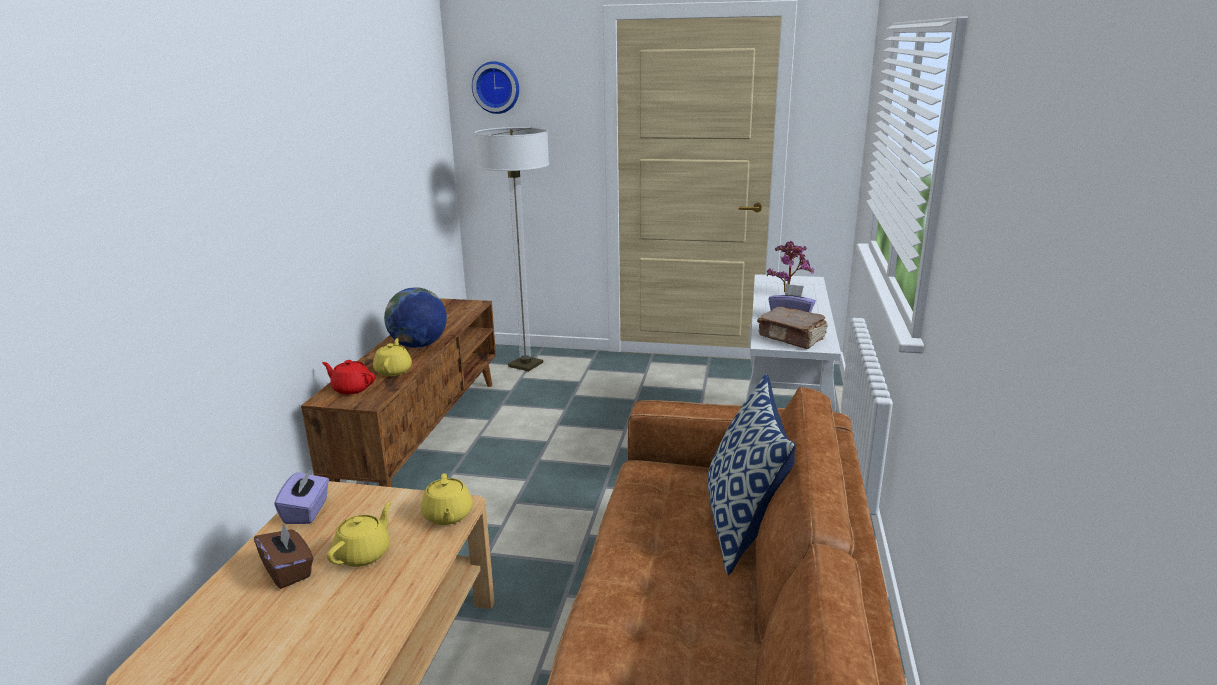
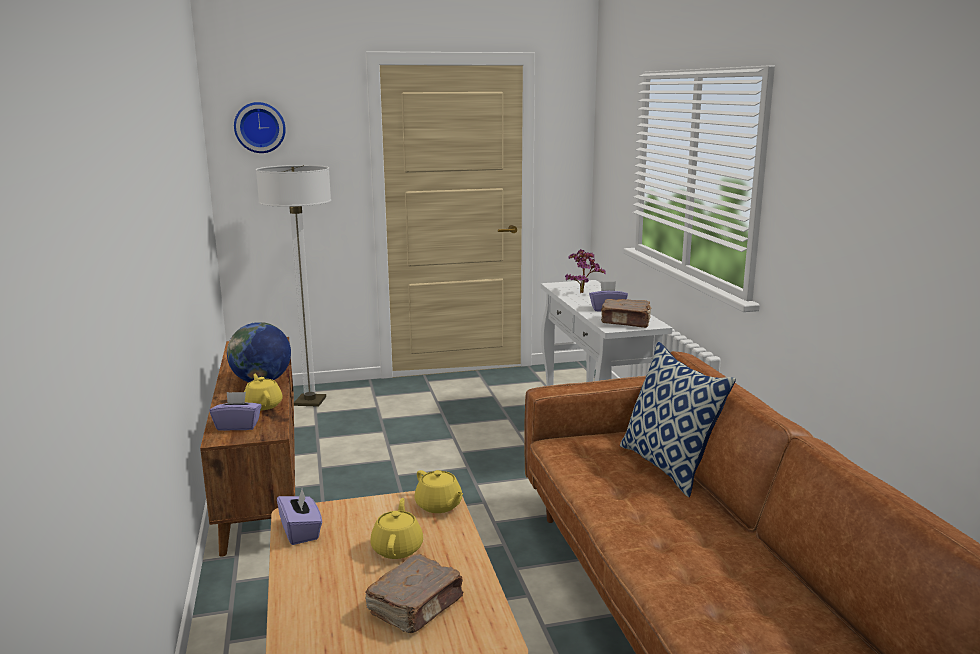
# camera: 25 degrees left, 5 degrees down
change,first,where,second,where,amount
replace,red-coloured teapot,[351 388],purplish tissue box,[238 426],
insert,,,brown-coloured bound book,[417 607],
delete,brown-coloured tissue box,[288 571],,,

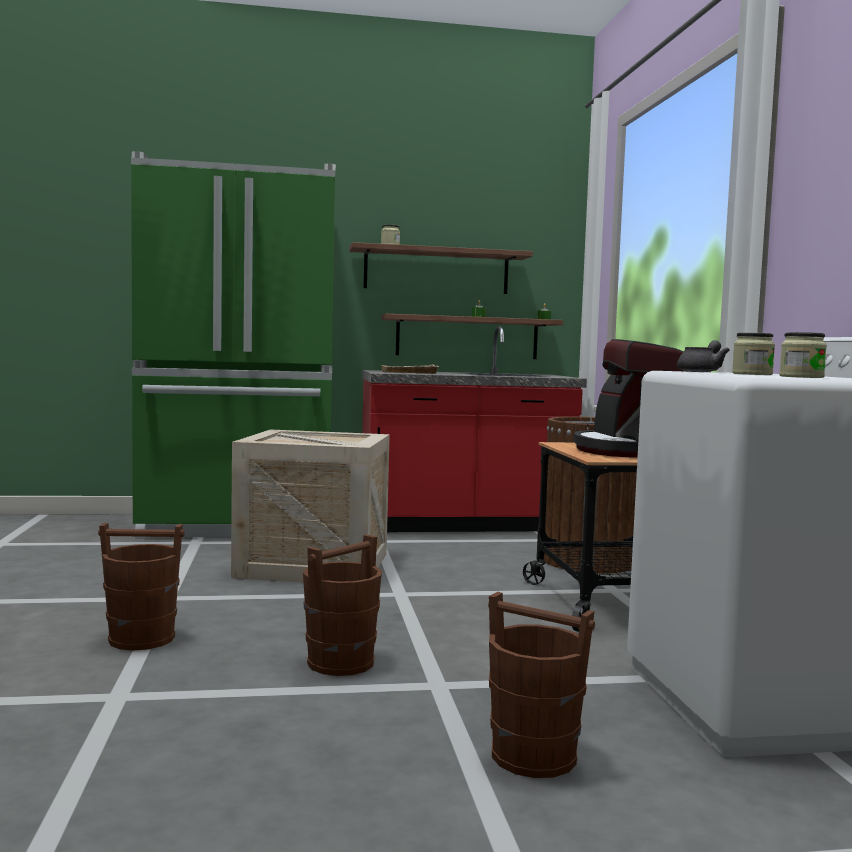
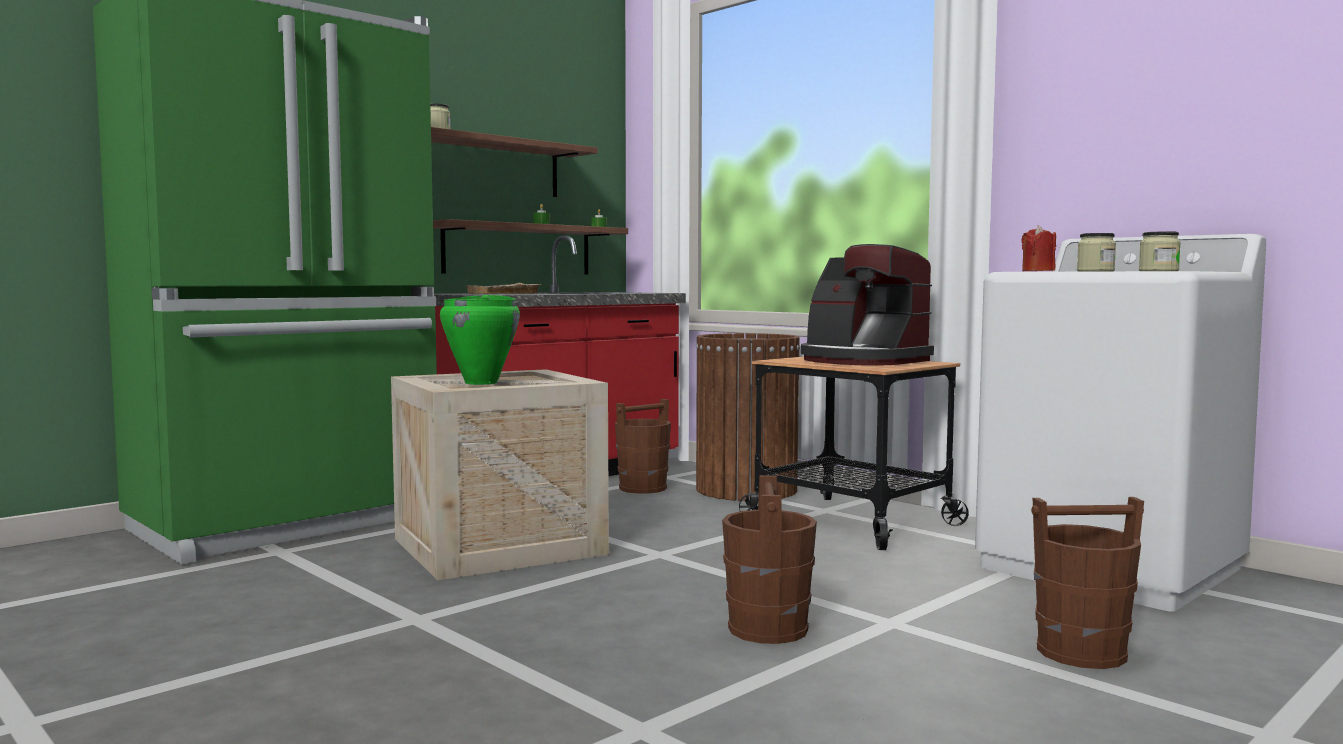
# camera: 35 degrees left, 0 degrees up
change,first,where,second,where,amount
insert,,,greenish cooking pot,[482 383],
move,brown-coloured bucket,[141 638],,[642 488],
replace,greyish teapot,[702 371],red-coloured wax candle,[1038 271],

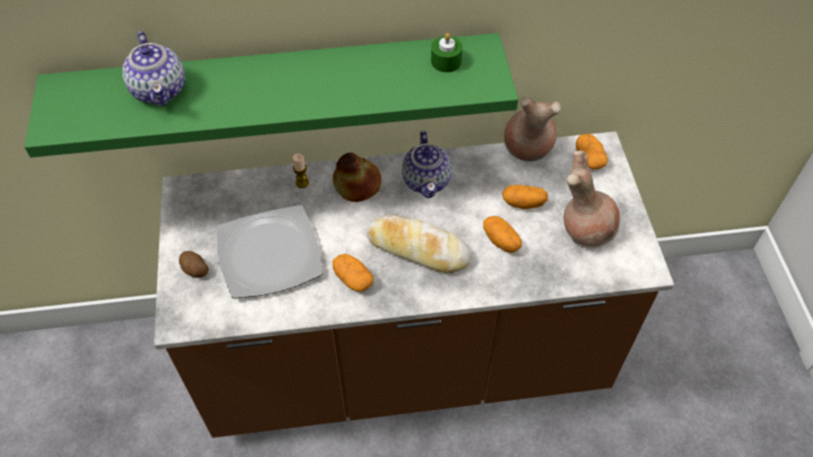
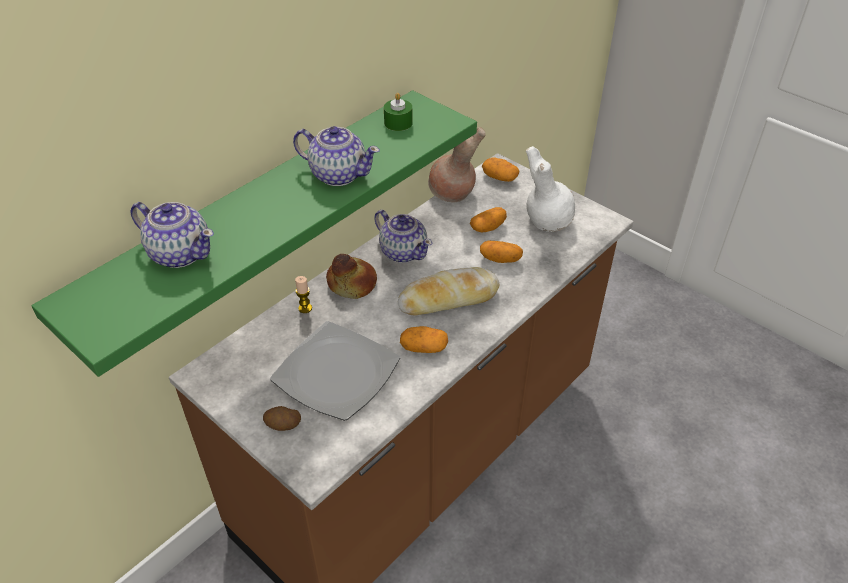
# camera: 40 degrees left, 10 degrees down
change,first,where,second,where,amount
insert,,,teapot,[338 174],
recolor,brown-coloured flower vase,[585 230],white flower vase,[546 221],

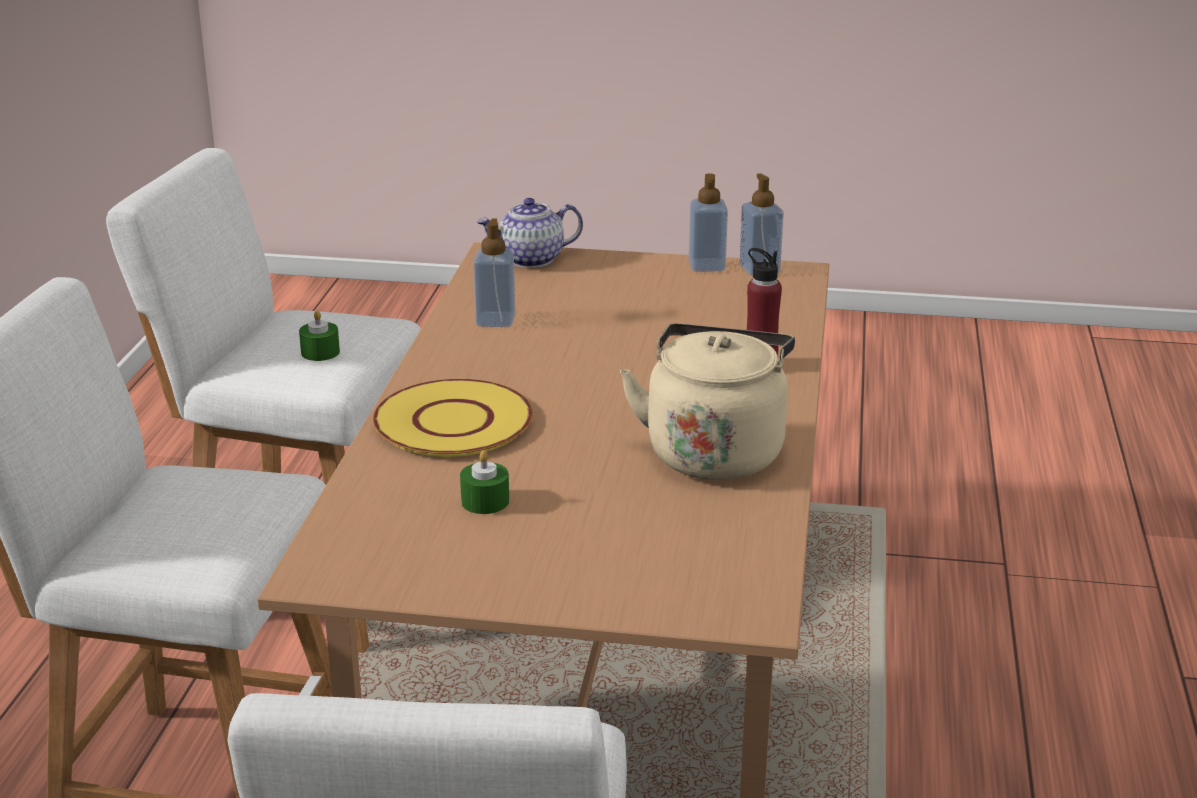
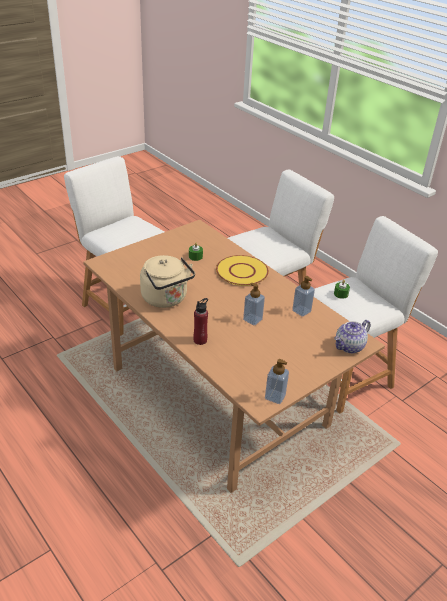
# camera: 130 degrees right, 10 degrees up
change,first,where,second,where,amount
move,liquid soap bottle,[706 266],,[252 319],
rotate,teapot,[530 260],,[349 347],150 degrees counterclockwise

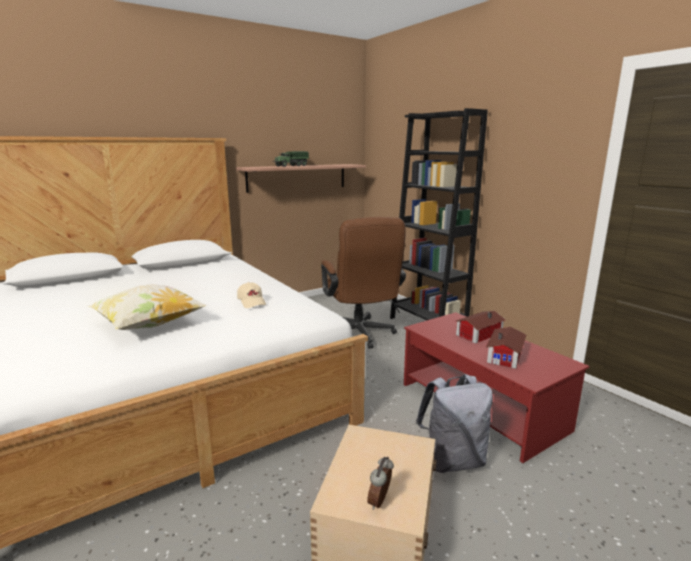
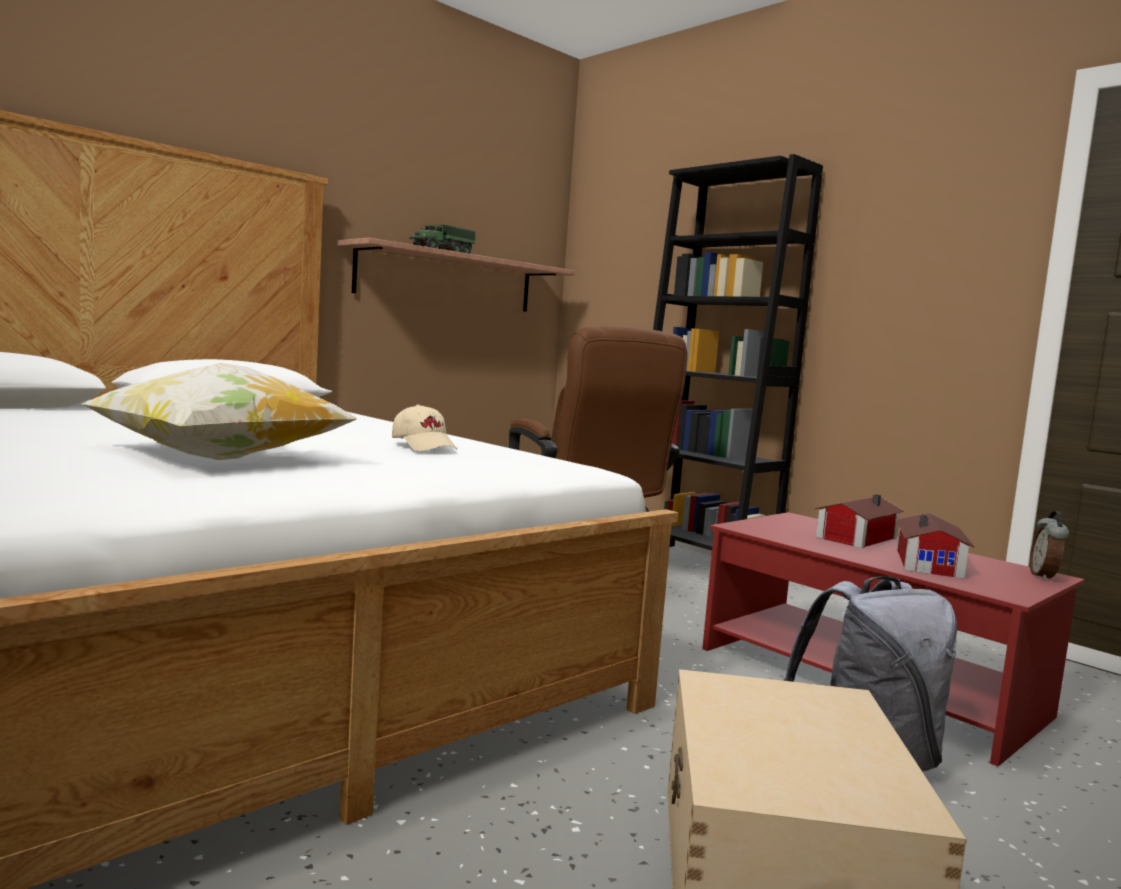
# camera: 10 degrees left, 10 degrees down
change,first,where,second,where,amount
move,table clock,[380 502],,[1044 577],

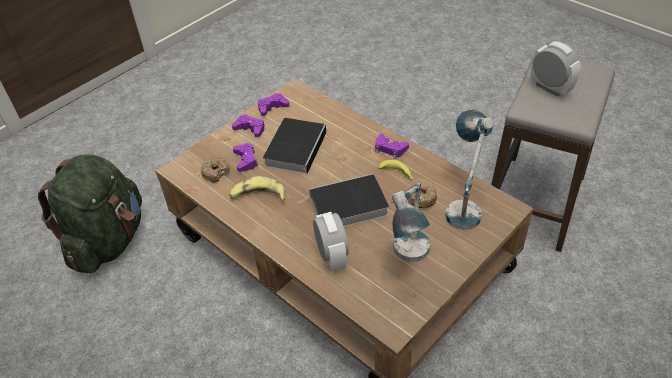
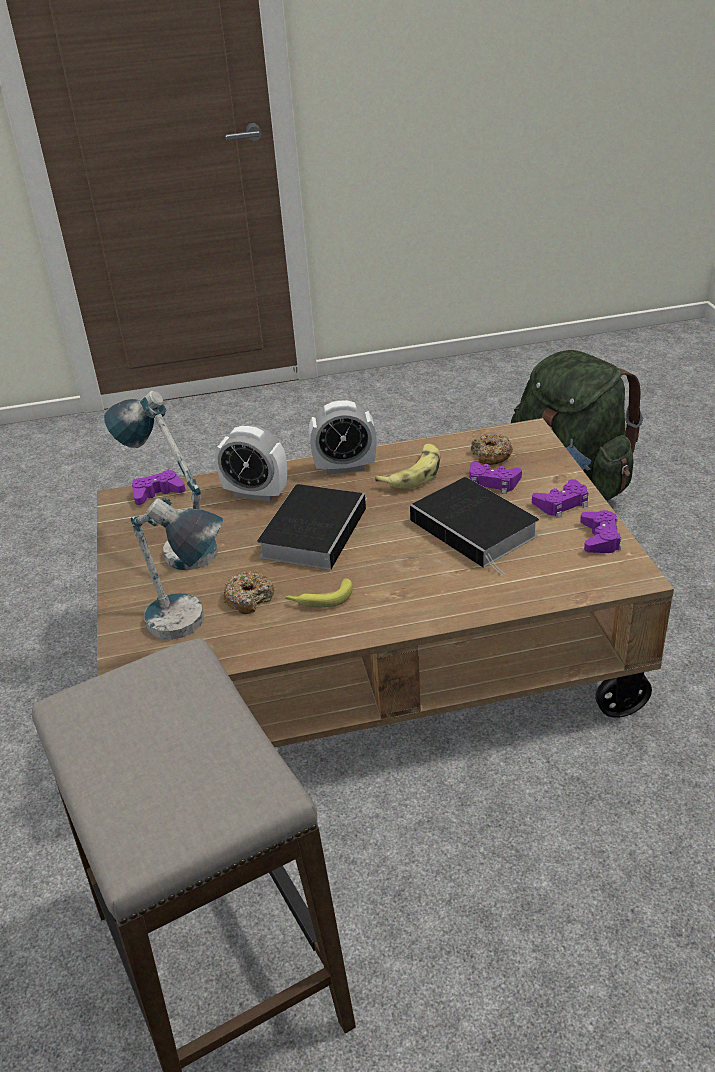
# camera: 125 degrees right, 10 degrees down
change,first,where,second,where,amount
move,purplish joypad,[390 149],,[157 493],
move,table clock,[550 88],,[344 467],

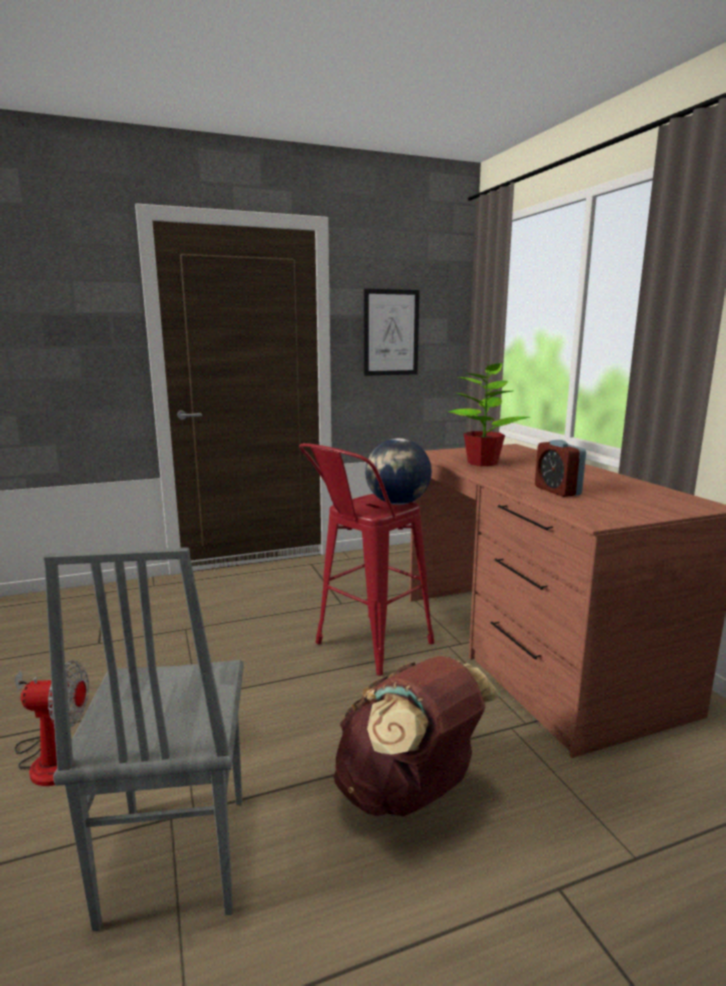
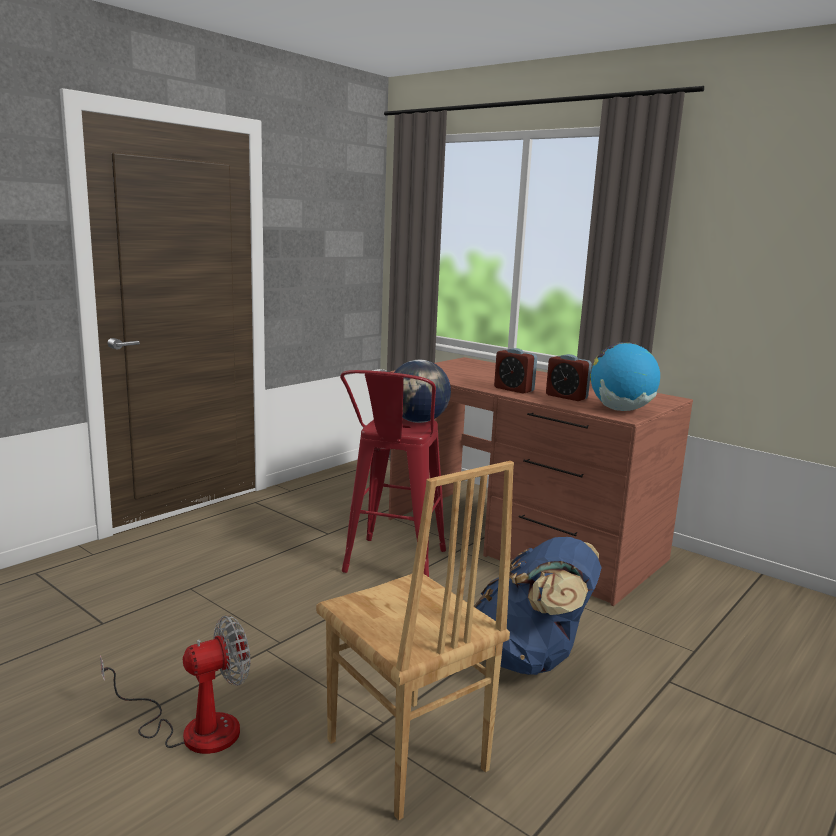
# camera: 30 degrees left, 0 degrees up
change,first,where,second,where,amount
recolor,greyish upright chair,[172 859],brown-coloured upright chair,[405 757],
recolor,brown-coloured rucksack,[408 793],blue-coloured rucksack,[531 659],
insert,,,table clock,[514 389],
insert,,,desk globe,[621 410],
delete,wall picture,[391 333],,,
delete,plant in a pot,[482 463],,,

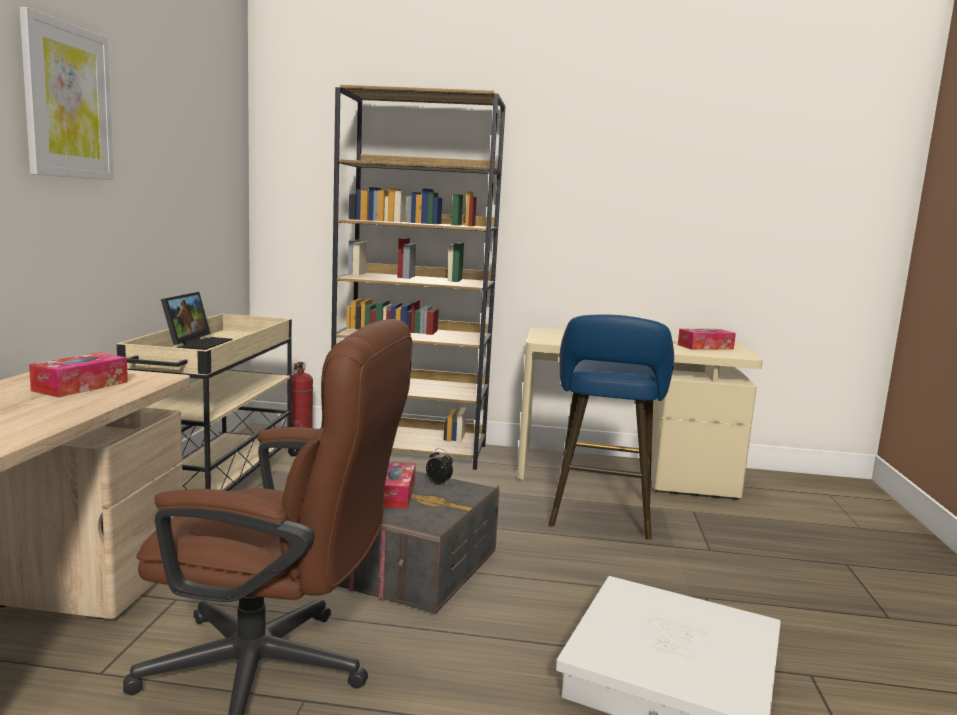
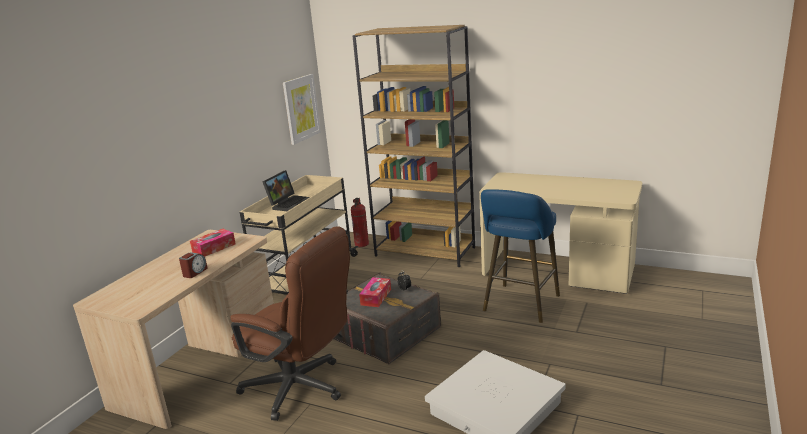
# camera: 20 degrees right, 10 degrees up
change,first,where,second,where,amount
insert,,,table clock,[195 272],
move,wall picture,[67 101],,[301 108],
delete,tissue box,[705 347],,,

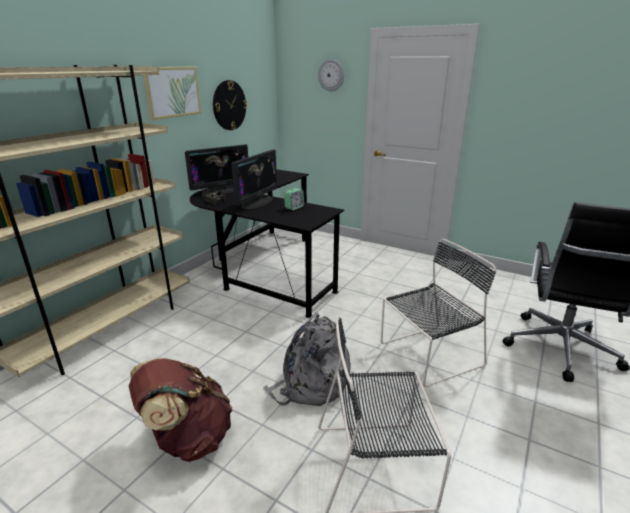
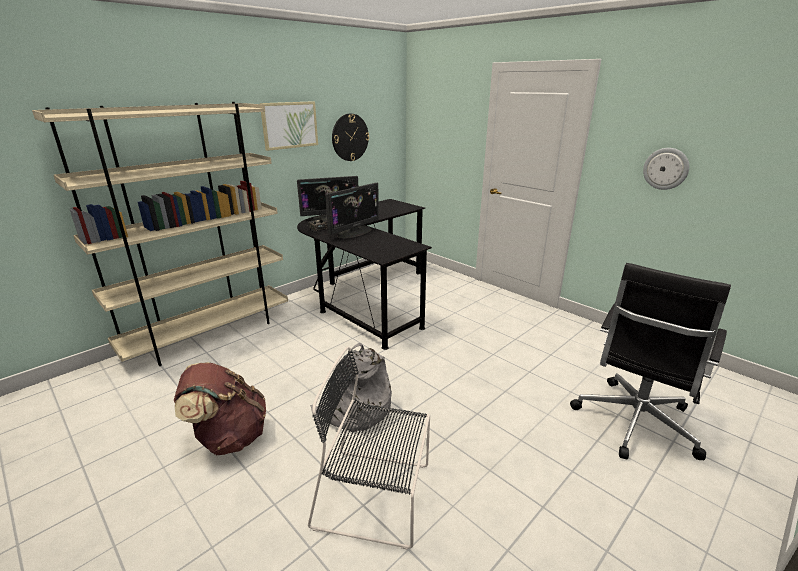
# camera: 15 degrees right, 0 degrees up
change,first,where,second,where,amount
move,wall clock,[331 75],,[666 168],
delete,table clock,[294 207],,,
delete,black-coloured upright chair,[428 355],,,

